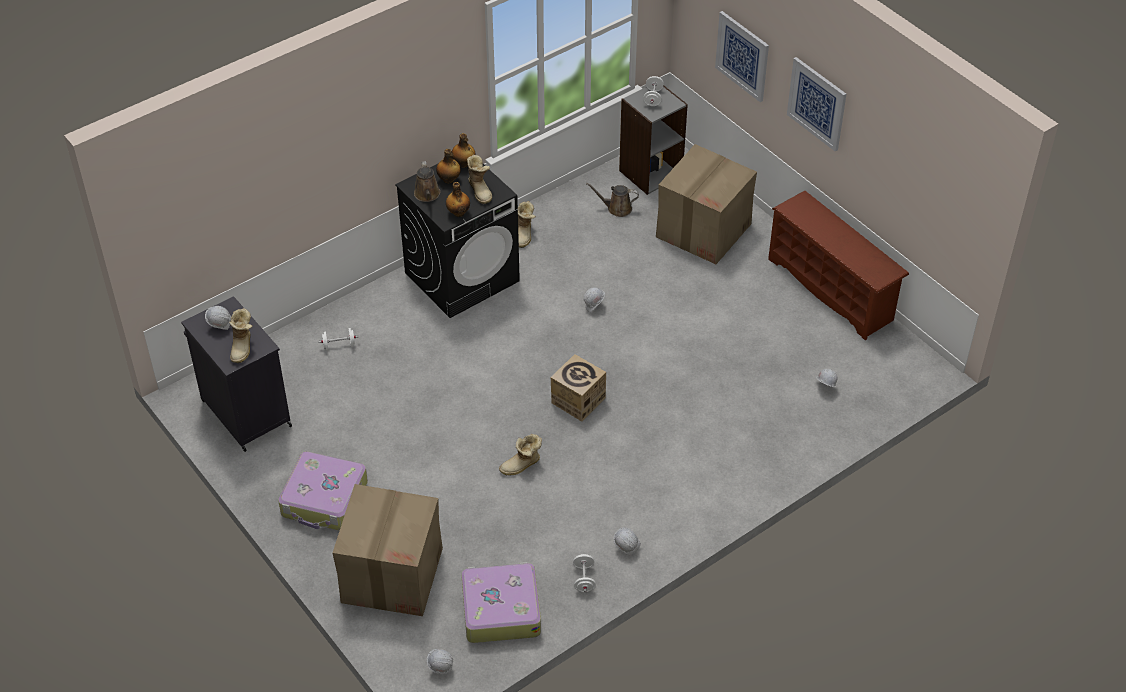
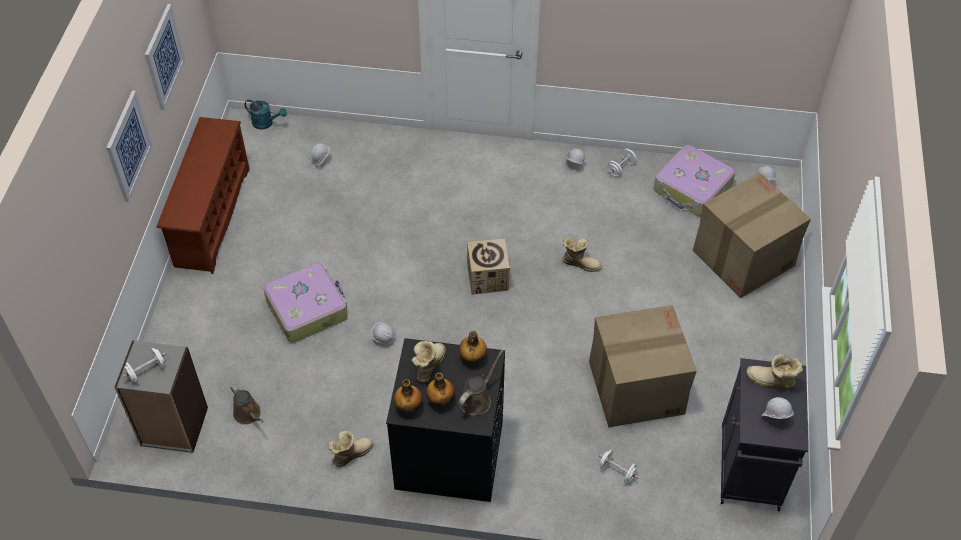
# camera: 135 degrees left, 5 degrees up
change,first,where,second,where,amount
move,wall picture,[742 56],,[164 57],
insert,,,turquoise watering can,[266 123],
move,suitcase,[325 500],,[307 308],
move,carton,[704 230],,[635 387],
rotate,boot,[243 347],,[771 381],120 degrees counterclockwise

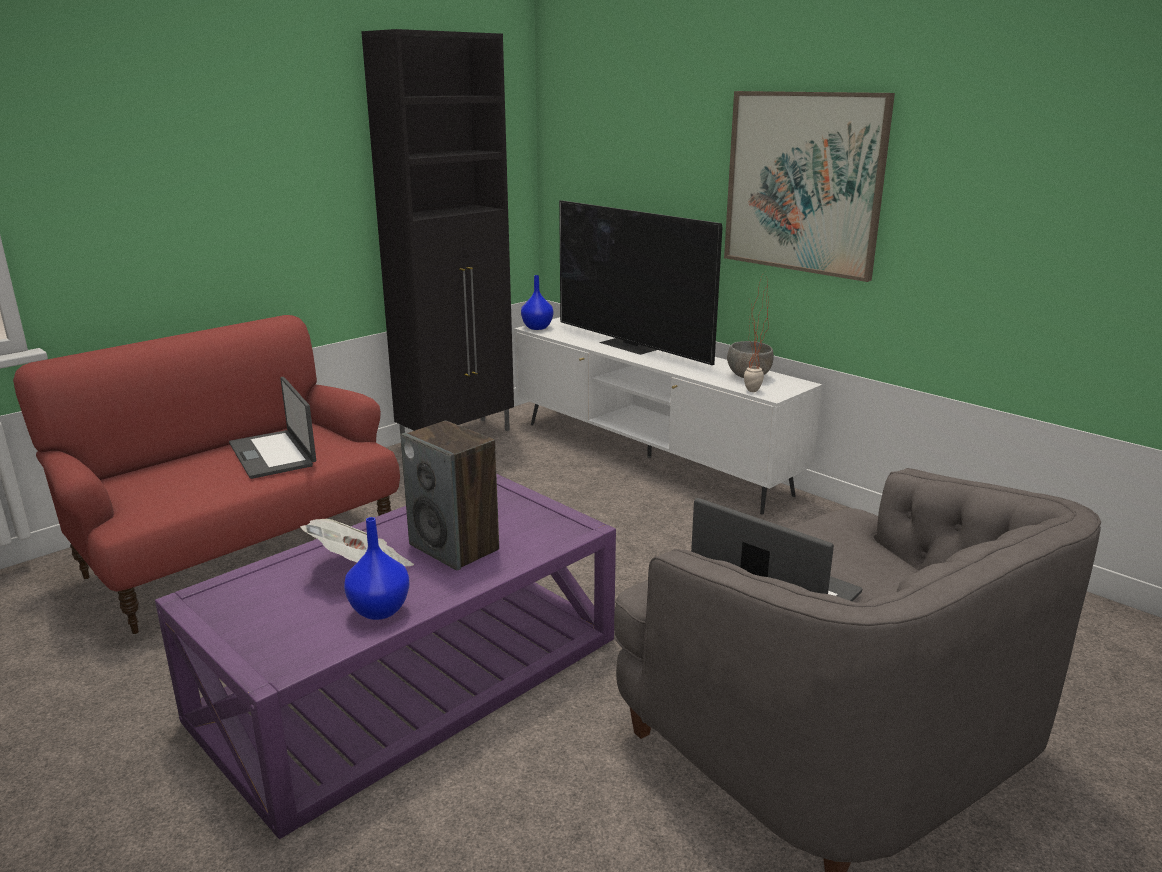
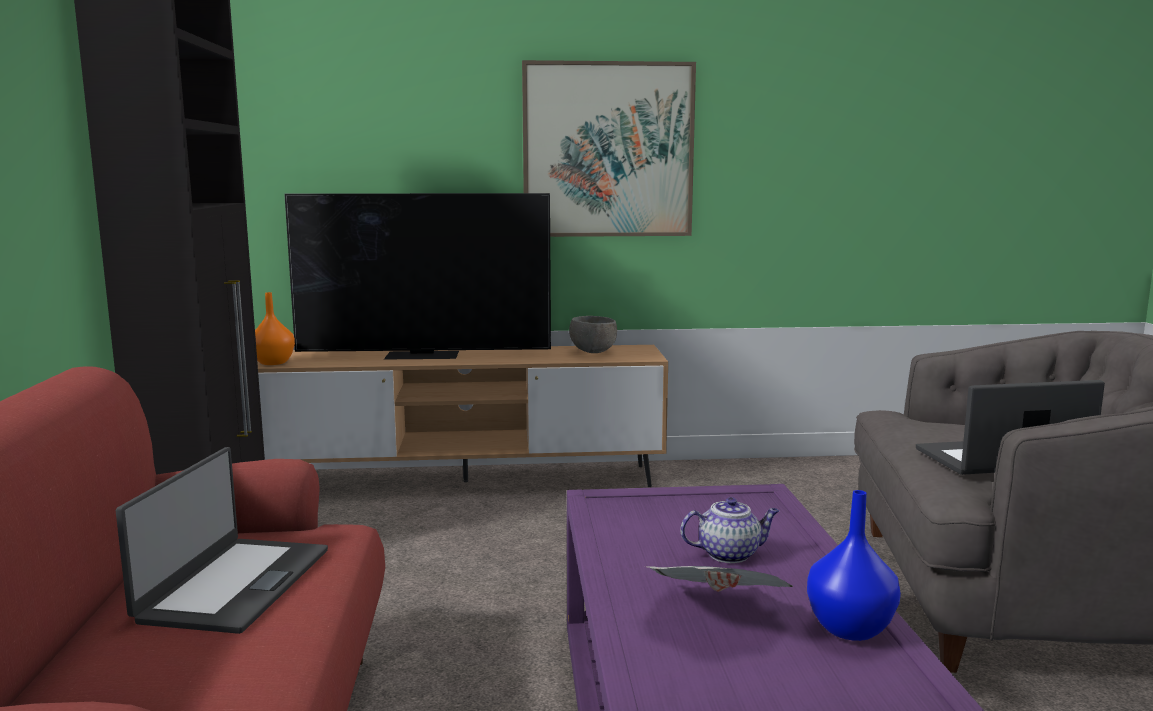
# camera: 50 degrees left, 10 degrees down
change,first,where,second,where,amount
rotate,notebook computer,[273 454],,[233 584],90 degrees counterclockwise
recolor,blue-coloured flower vase,[537 327],orangey flower vase,[273 362],
recolor,white media console,[648 457],brown-coloured media console,[465 481],
replace,audio speaker,[455 547],teapot,[730 554],
delete,plant in a pot,[751 393],,,

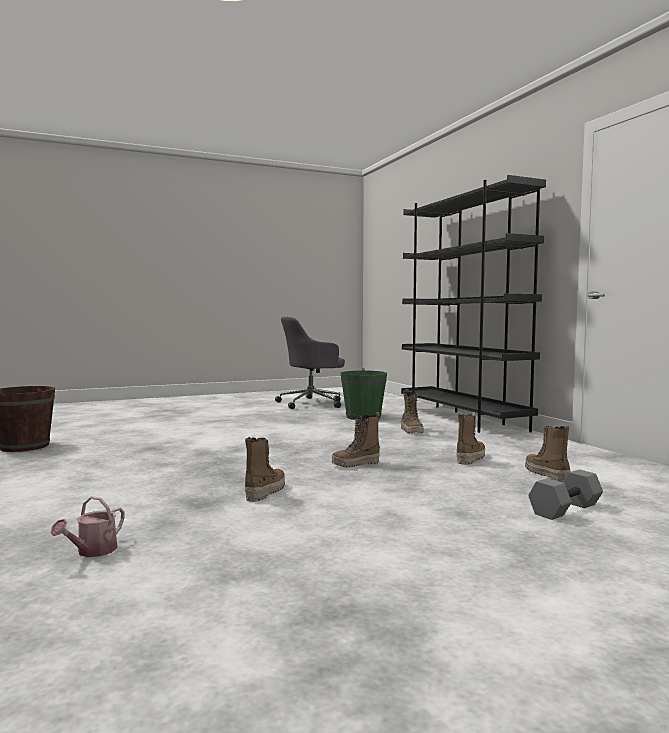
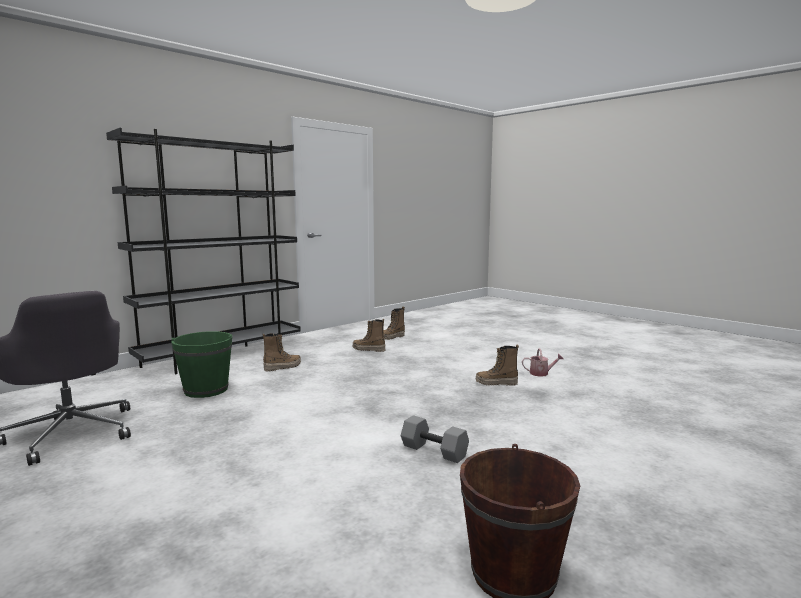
# camera: 110 degrees left, 5 degrees up
change,first,where,second,where,amount
move,greyish hand weight,[564 509],,[433 451],
move,watering can,[92 551],,[541 373],
delete,boot,[355 464],,,

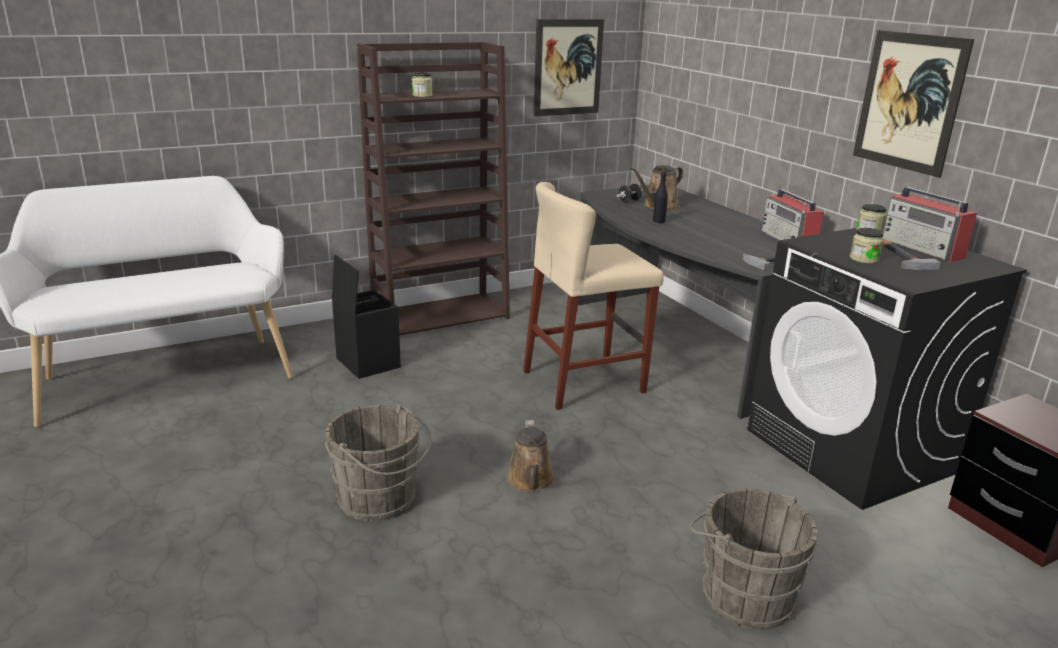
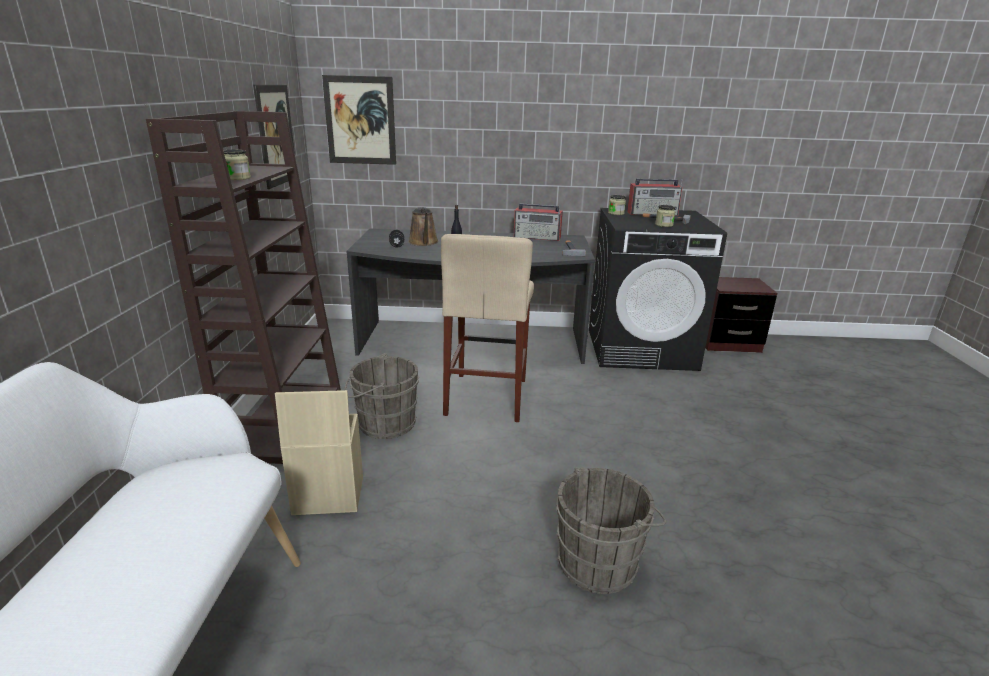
# camera: 60 degrees left, 0 degrees up
change,first,where,second,where,amount
recolor,black-coloured storage container,[366 362],beige storage container,[327 496],
move,wall picture,[909 102],,[360 120],
move,greyish bucket,[742 594],,[383 424],
delete,brown-coloured watering can,[531 481],,,

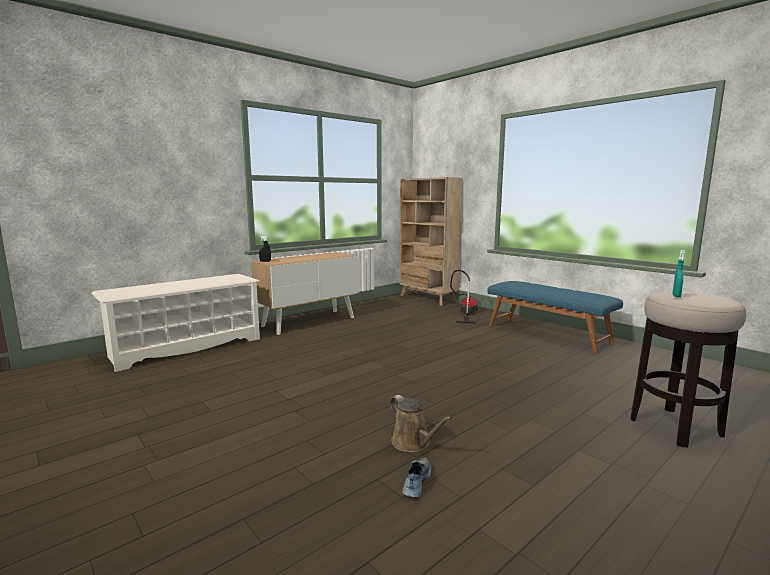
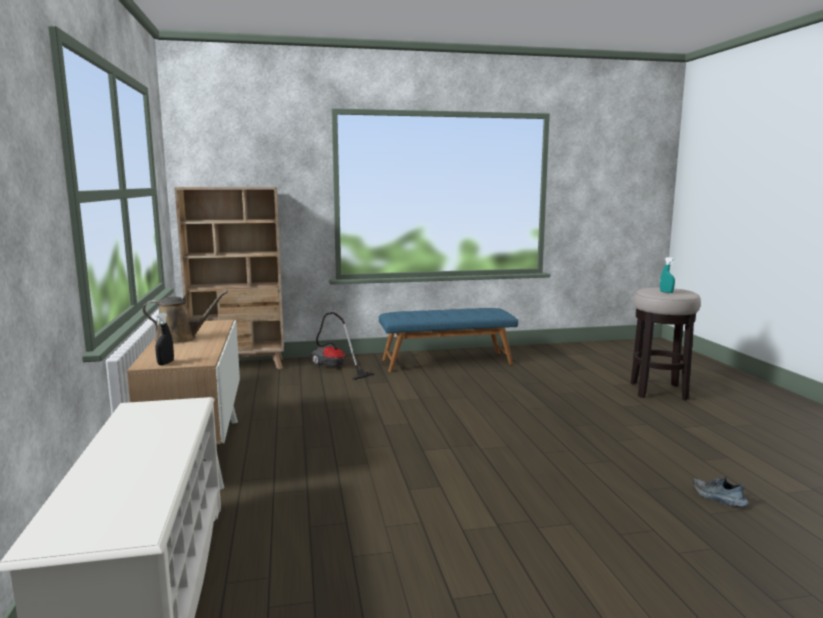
# camera: 60 degrees left, 0 degrees up
change,first,where,second,where,amount
move,brown-coloured watering can,[413 443],,[180 339],

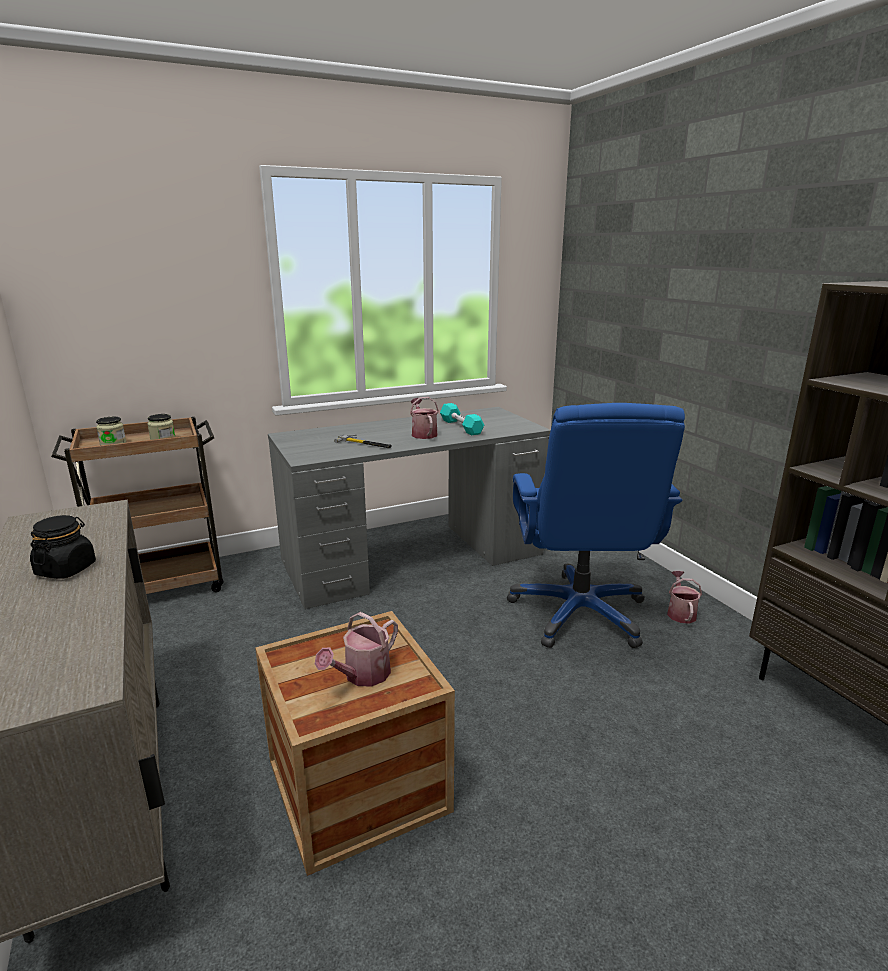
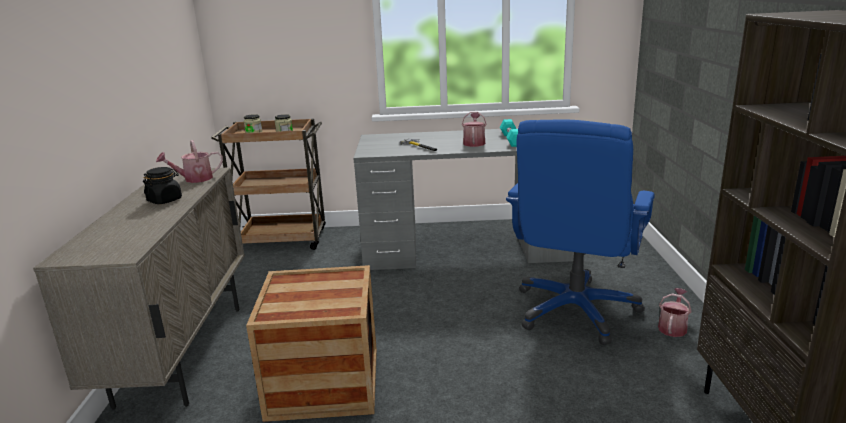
# camera: 25 degrees right, 0 degrees up
change,first,where,second,where,amount
move,watering can,[362 676],,[194 179],

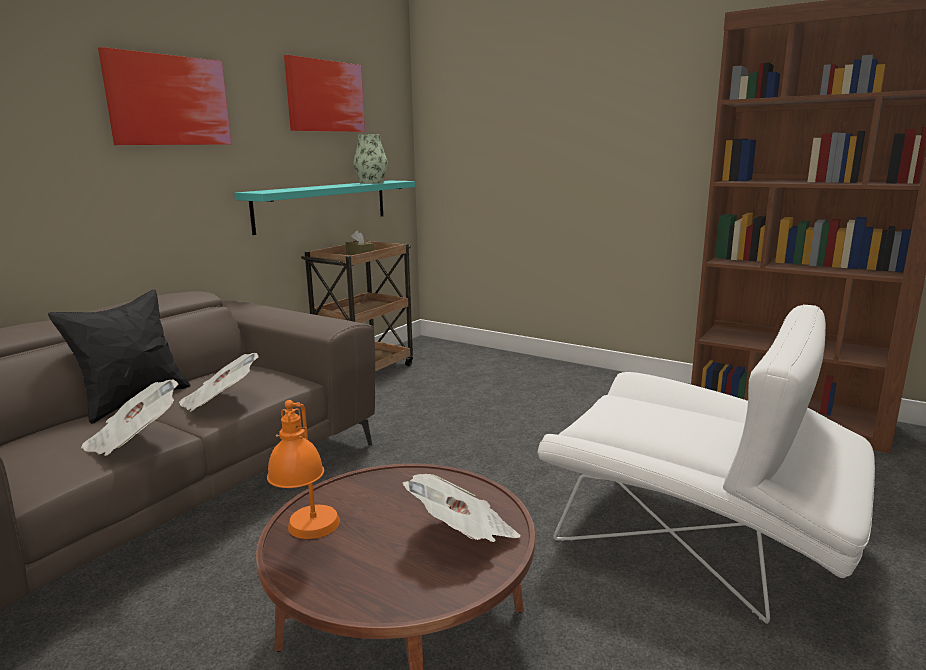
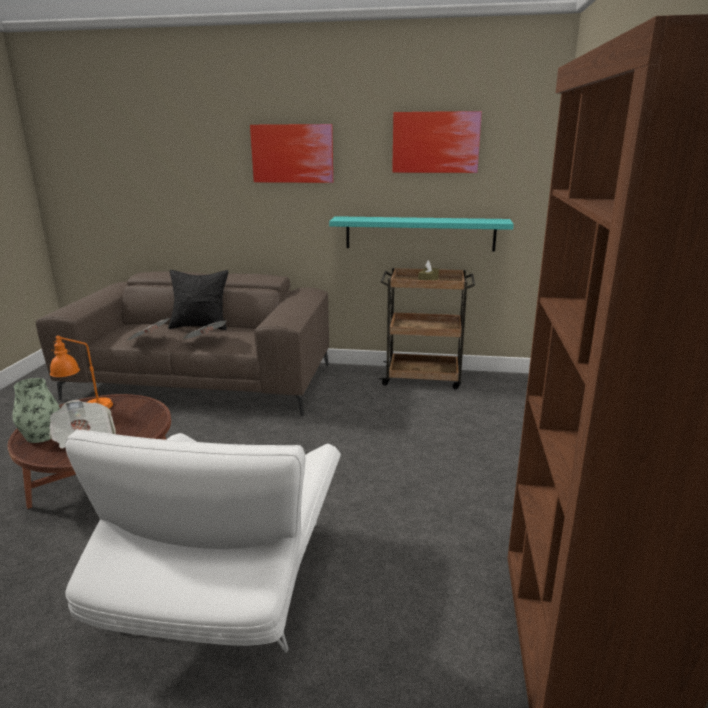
# camera: 65 degrees right, 5 degrees up
change,first,where,second,where,amount
move,flower vase,[371 182],,[41 435],

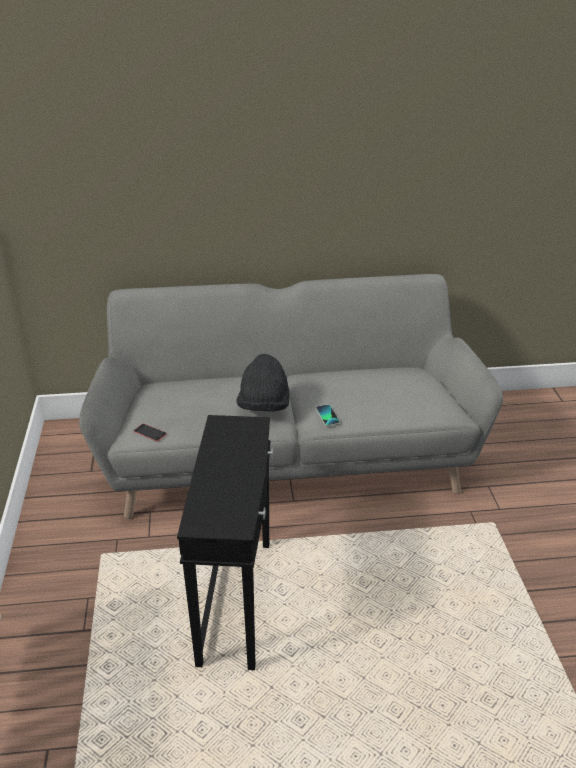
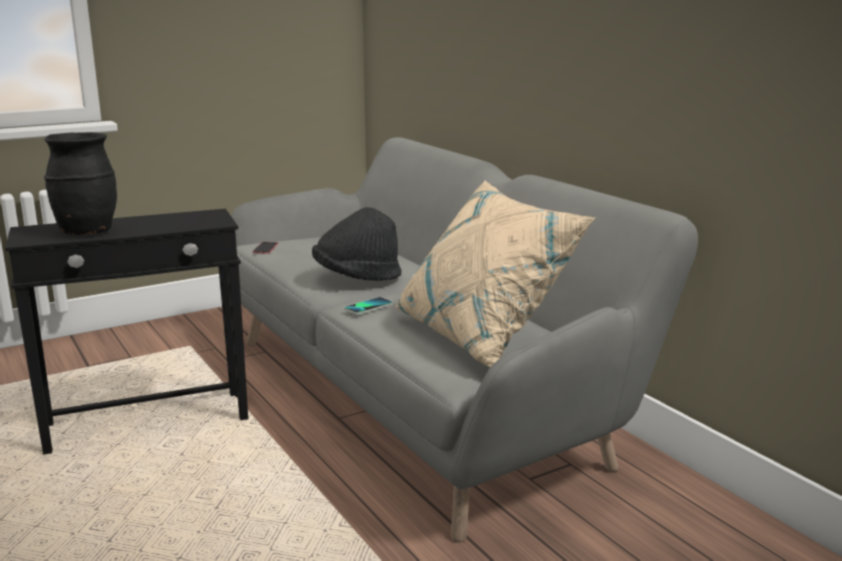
# camera: 65 degrees right, 15 degrees down
change,first,where,second,where,amount
insert,,,black-coloured flower vase,[87 232],
insert,,,beige throw pillow,[483 336],

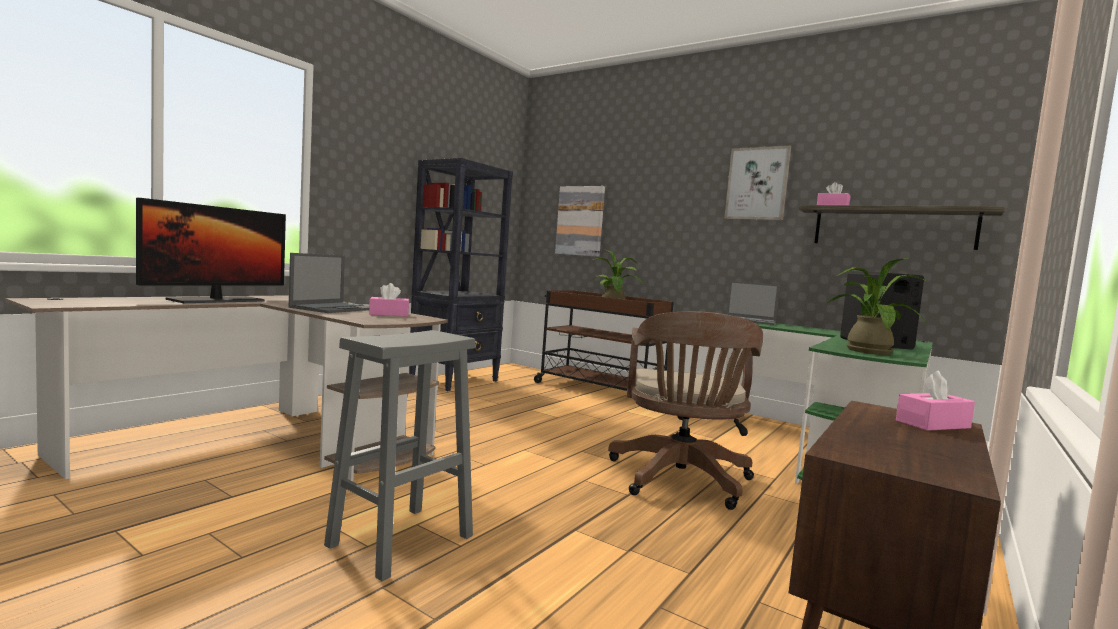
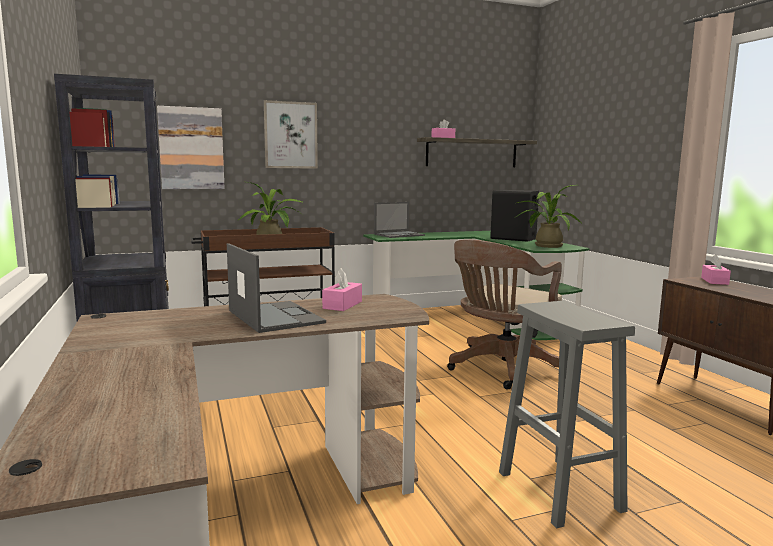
# camera: 55 degrees left, 5 degrees up
change,first,where,second,where,amount
move,wall picture,[757 183],,[290 135],
rotate,brown-coloured computer chair,[680 481],,[501 369],90 degrees clockwise
delete,monitor,[217 300],,,

